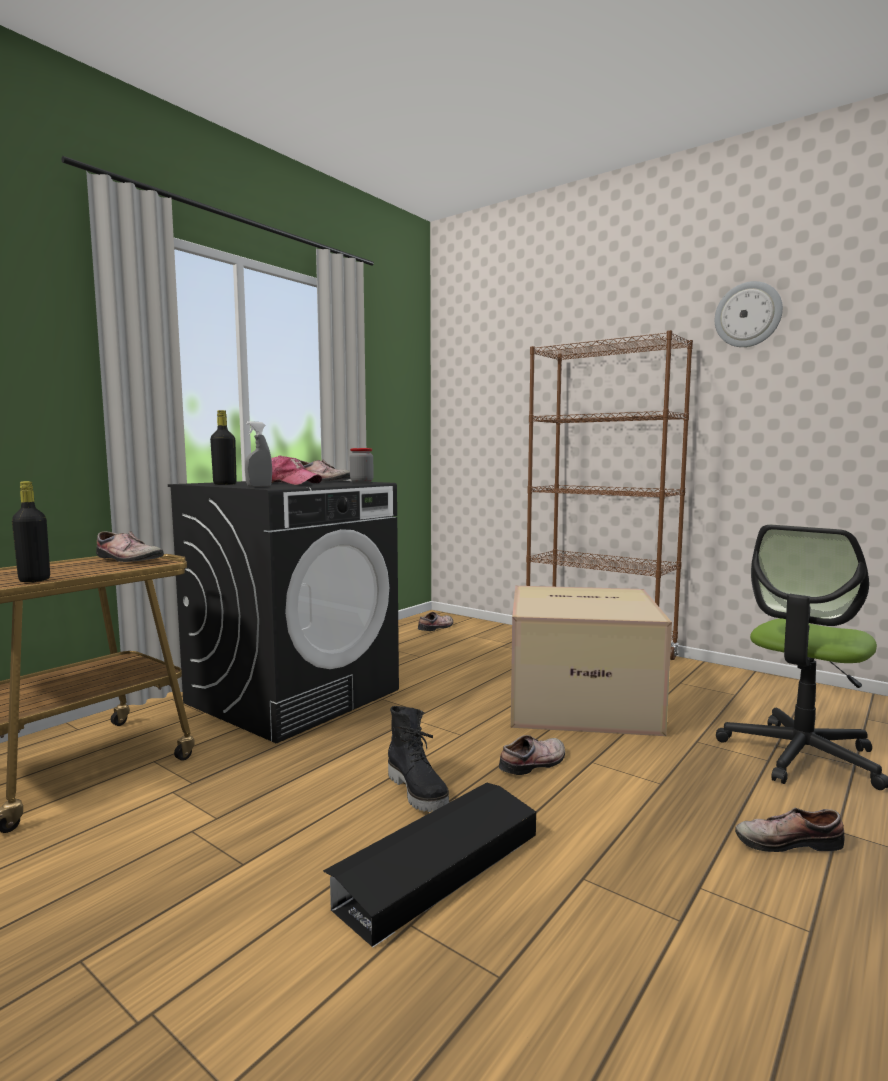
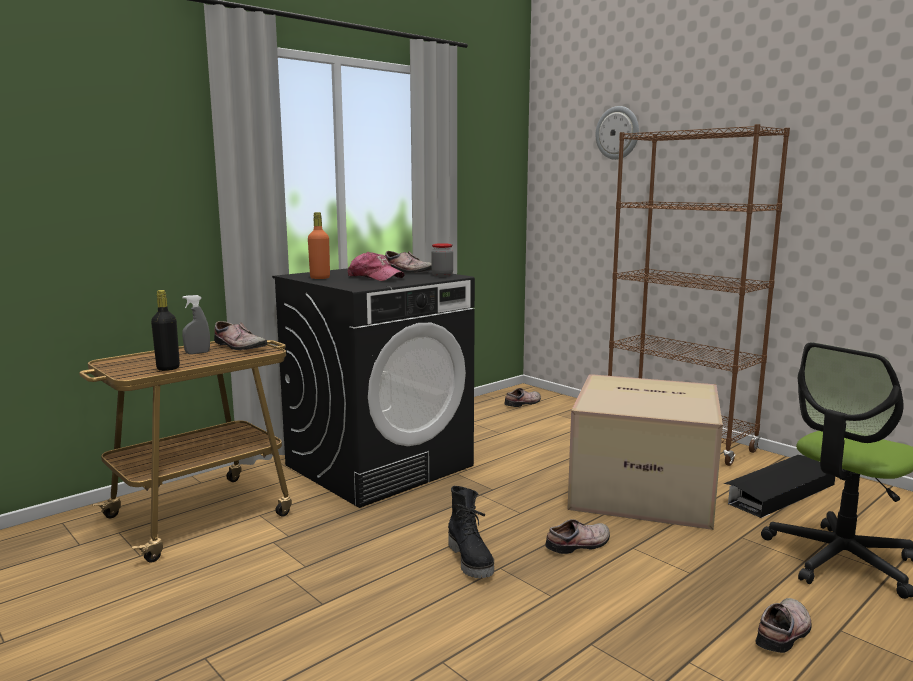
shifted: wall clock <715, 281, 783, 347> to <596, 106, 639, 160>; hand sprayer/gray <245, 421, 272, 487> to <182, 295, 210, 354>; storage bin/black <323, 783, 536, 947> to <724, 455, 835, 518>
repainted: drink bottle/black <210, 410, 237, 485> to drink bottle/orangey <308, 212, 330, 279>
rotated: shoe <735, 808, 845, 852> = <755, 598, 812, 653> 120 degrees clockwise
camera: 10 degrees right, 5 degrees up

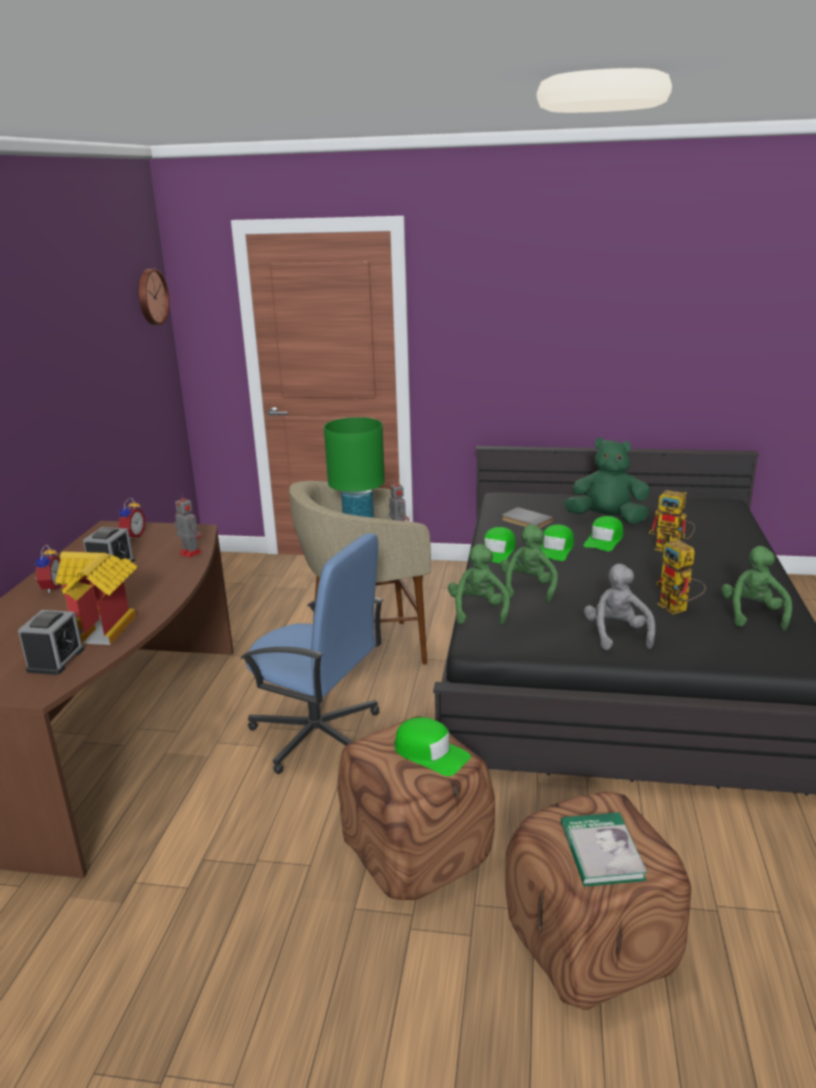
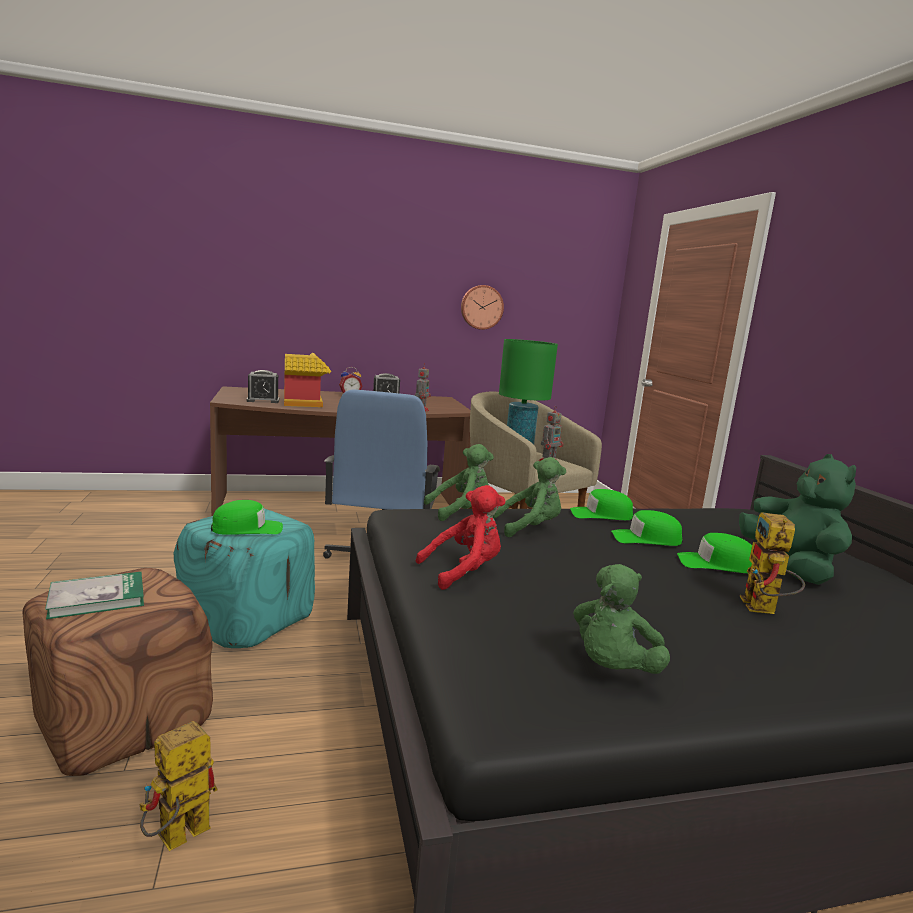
gone: bedside clock <119, 498, 145, 539>; book/gray <502, 507, 553, 528>
shifted: wall clock <139, 269, 170, 325> to <461, 285, 504, 330>; toy robot <656, 540, 706, 614> to <140, 721, 217, 851>
repainted: plush toy/gray <584, 564, 655, 650> to plush toy/red <416, 485, 506, 590>; pouffe/brownish <338, 716, 495, 900> to pouffe/turquoise-coloured <174, 509, 315, 648>
rotated: plush toy/greenish <721, 546, 792, 631> = <573, 564, 670, 674> 135 degrees clockwise; baseball cap/greenish <395, 717, 471, 776> = <211, 500, 283, 535> 120 degrees counterclockwise
camera: 65 degrees right, 10 degrees down

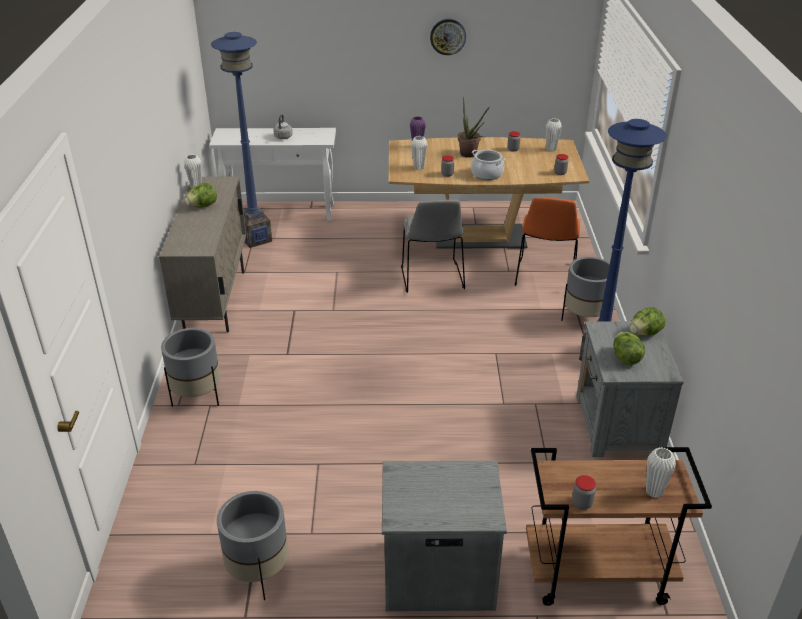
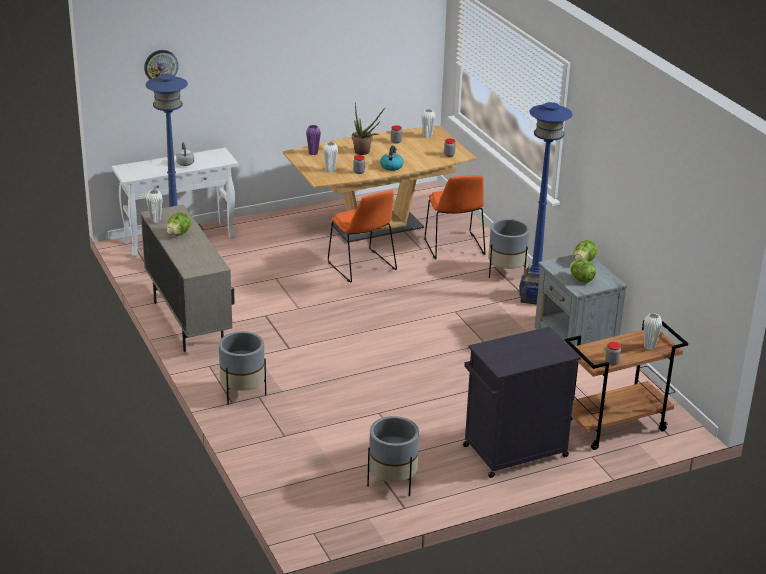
shifted: wall clock <430, 19, 466, 55> to <144, 50, 178, 79>
swapped: cooking pot <471, 150, 505, 180> to tea kettle <380, 146, 404, 171>; night table/gray <382, 461, 507, 611> to storage cabinet/black <463, 327, 581, 478>
repainted: upright chair/gray <401, 200, 465, 293> to upright chair/orangey <328, 190, 397, 282>
camera: 25 degrees left, 5 degrees down

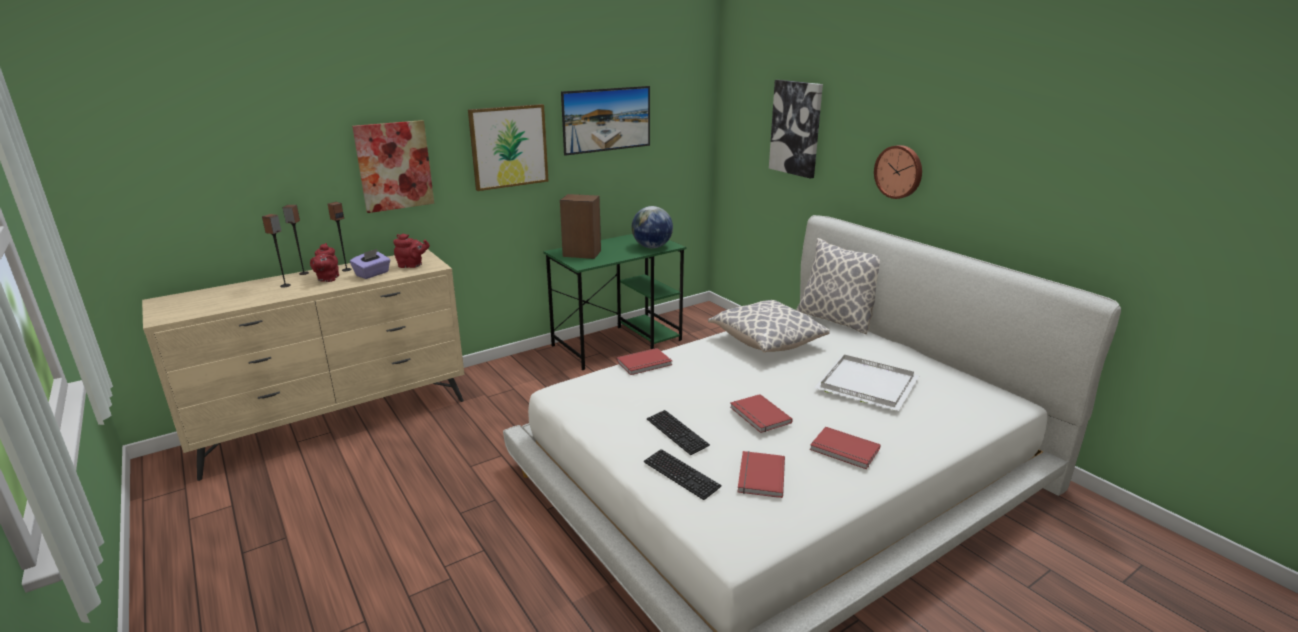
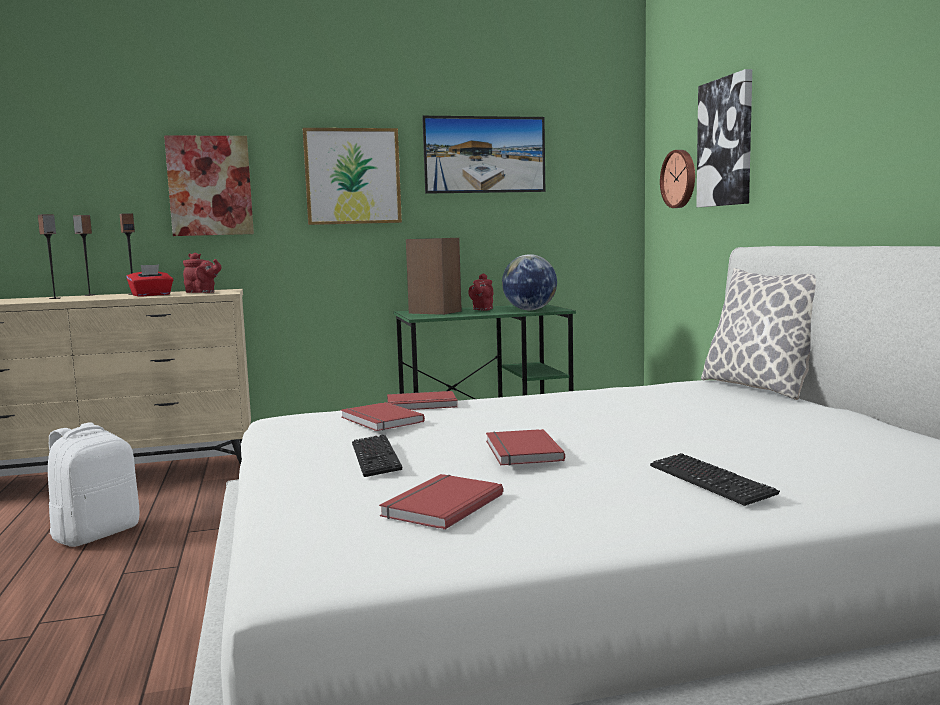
gone: cushion <708, 300, 830, 353>; tray/whitish <814, 355, 919, 411>
new: knapsack/whitish <48, 422, 139, 547>
shifted: wall clock <874, 145, 922, 199> to <660, 150, 695, 208>; pot for tea/red <310, 243, 339, 282> to <468, 274, 493, 311>; book/red <810, 427, 881, 469> to <341, 402, 425, 431>; computer keyboard <644, 449, 722, 500> to <650, 453, 780, 506>
repainted: tissue box/purple <350, 249, 391, 279> to tissue box/red <126, 264, 173, 296>
camera: 20 degrees right, 15 degrees down

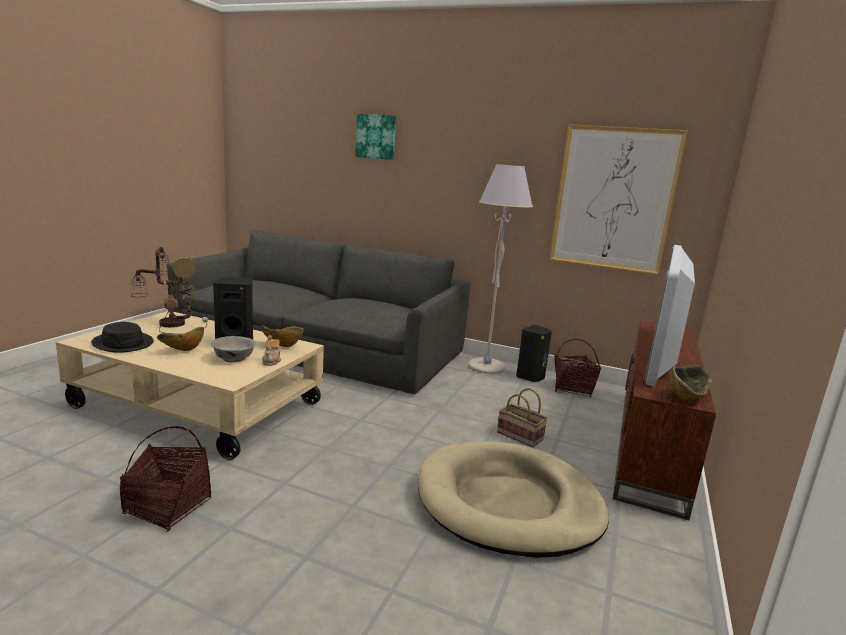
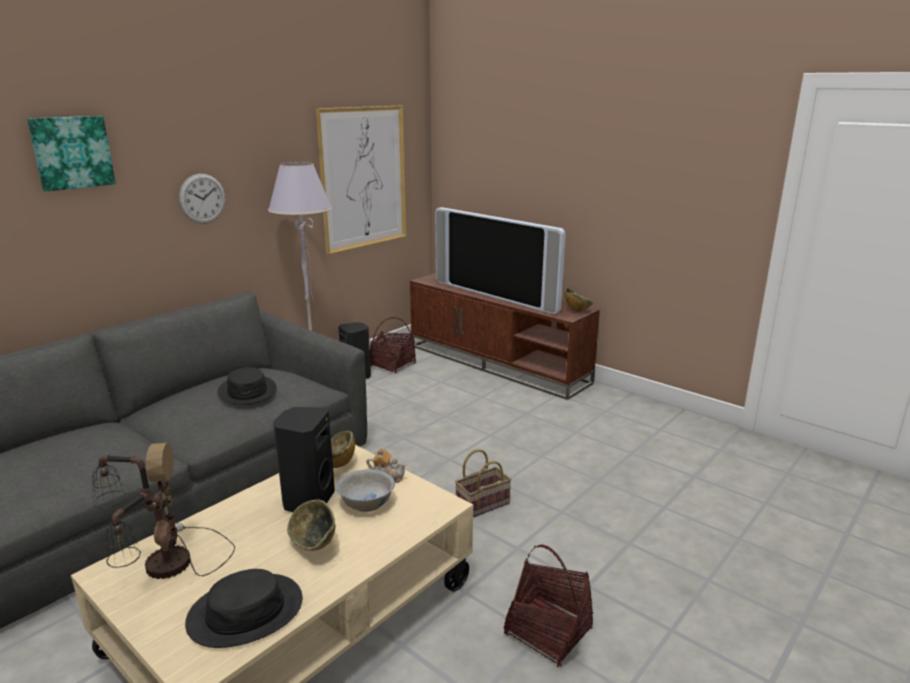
gone: dog cushion/sand-coloured <418, 441, 609, 558>
new: wall clock <179, 174, 225, 224>; wearable hat/black <217, 367, 277, 405>
shifted: household basket <497, 388, 548, 447> to <455, 449, 512, 517>
camera: 70 degrees left, 5 degrees up

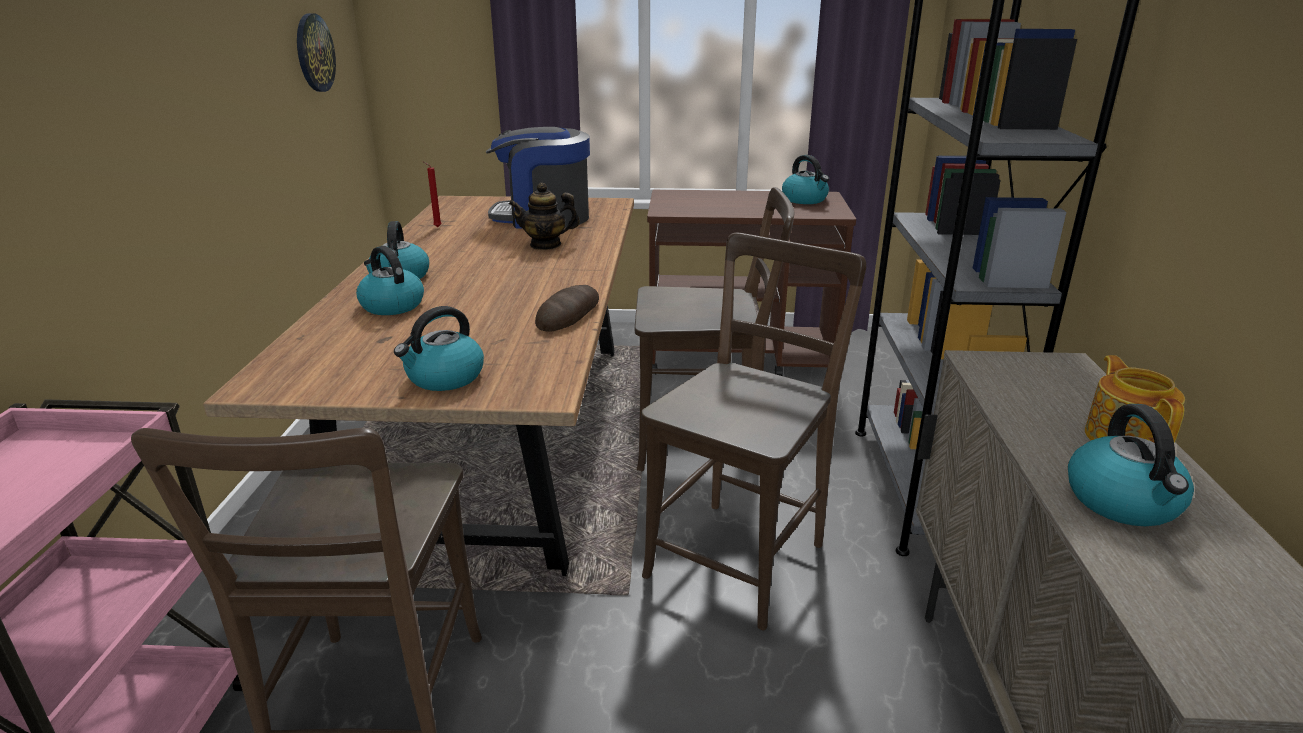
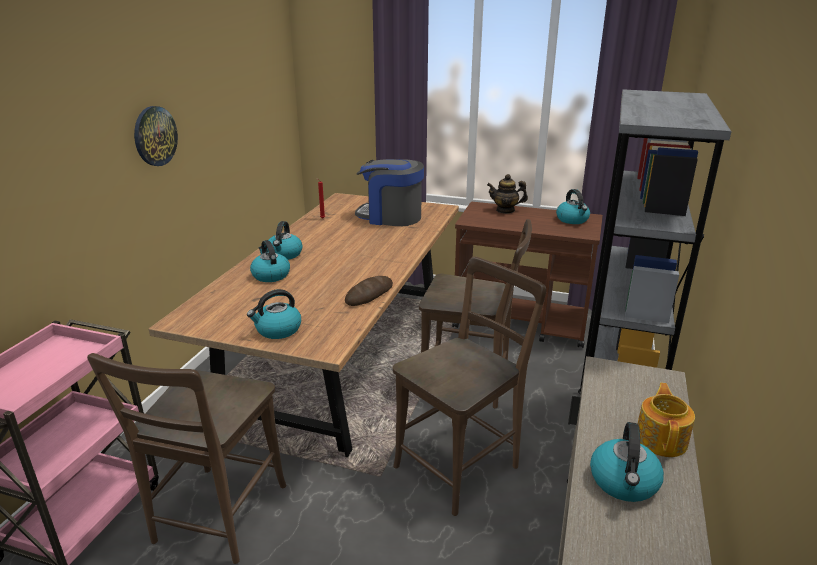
shifted: wall clock <297, 13, 336, 92> to <134, 106, 178, 166>; pot for tea <509, 183, 580, 250> to <487, 174, 528, 214>
camera: 15 degrees right, 0 degrees up

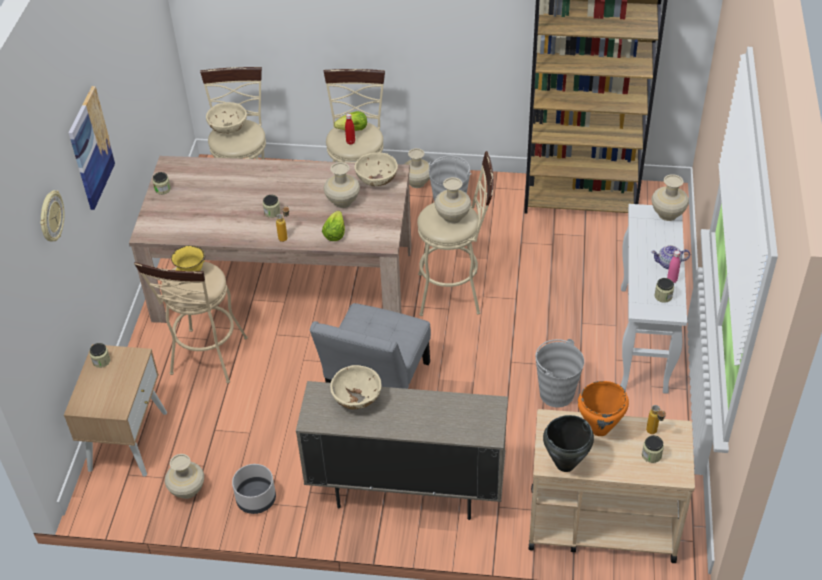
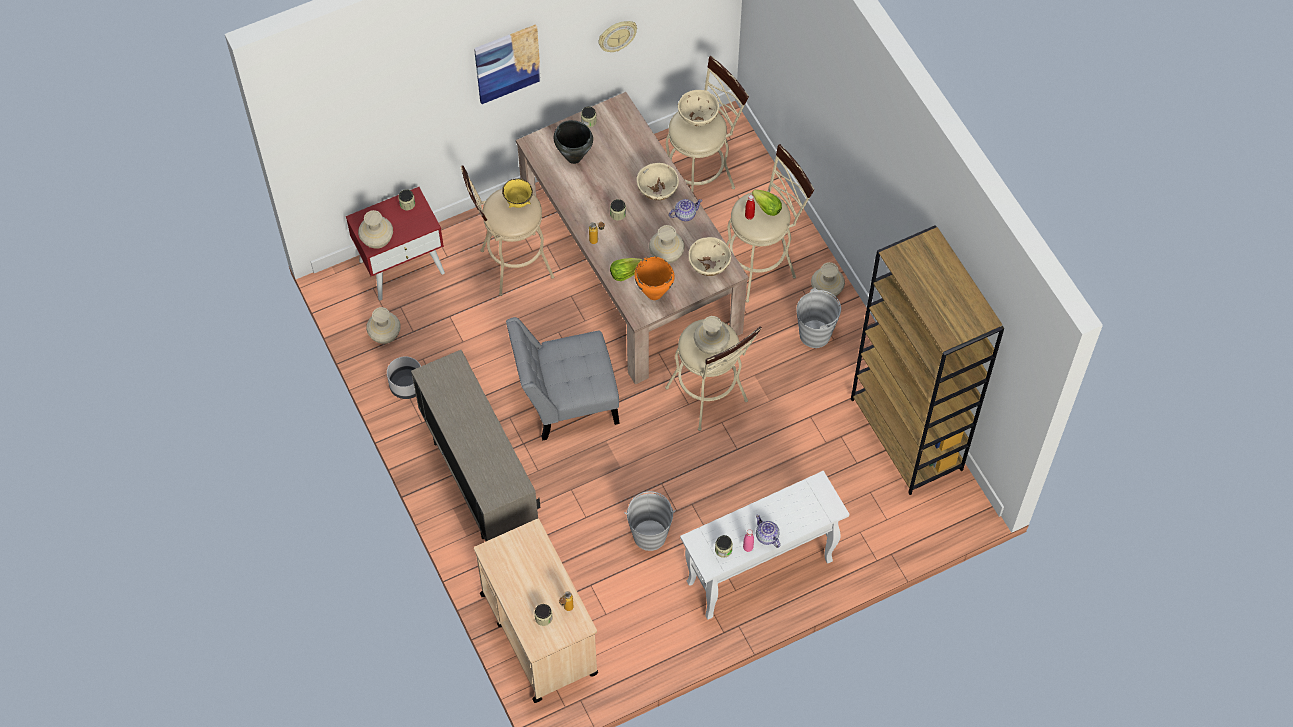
new: pot for tea <669, 199, 702, 221>
shifted: decorative vase/sand-coloured <652, 174, 689, 221> to <358, 210, 393, 249>; wall clock <40, 190, 64, 241> to <598, 21, 637, 52>; serving bowl/sand-coloured <330, 365, 381, 410> to <637, 163, 679, 200>; cooking pot/orangey <578, 381, 629, 436> to <634, 256, 675, 300>; cooking pot/black <543, 415, 594, 472> to <554, 120, 593, 164>
repainted: night table/sand-coloured <64, 344, 167, 477> to night table/red <346, 187, 445, 300>
camera: 55 degrees right, 15 degrees up

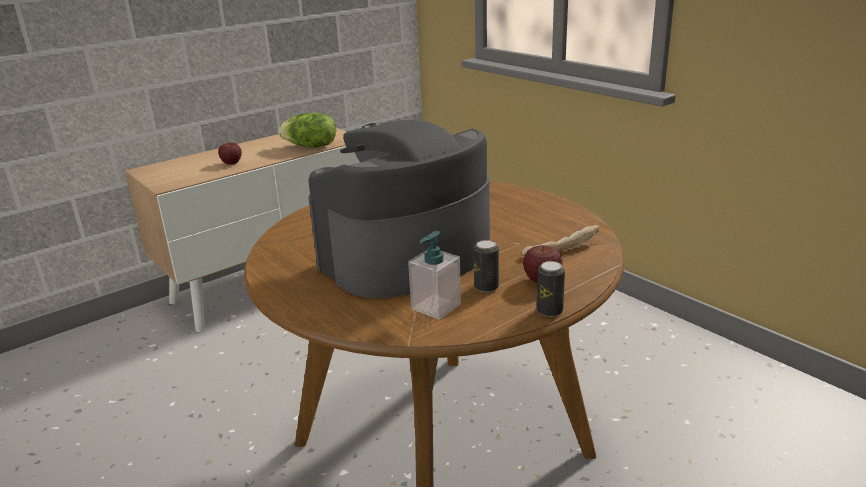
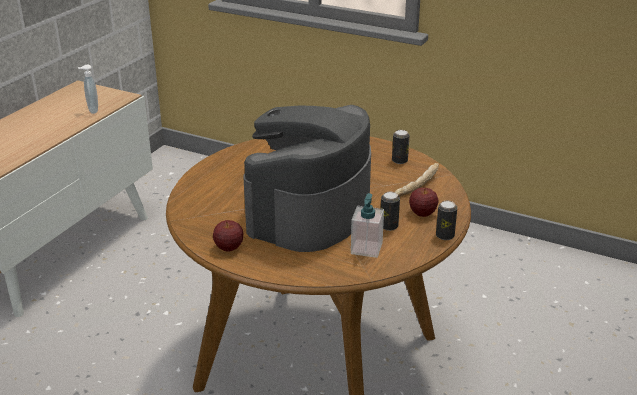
new: can <392, 130, 410, 164>
shifted: whole apple <218, 141, 242, 165> to <213, 220, 243, 251>
swapped: head of lettuce <278, 113, 336, 147> to soap bottle <78, 65, 98, 114>
camera: 25 degrees left, 5 degrees up

